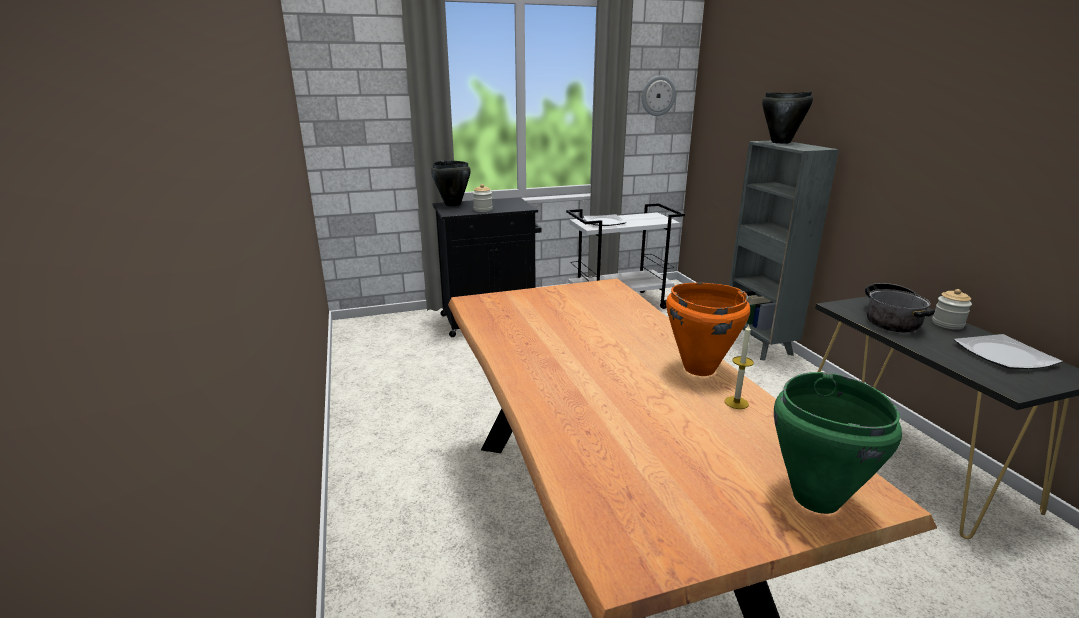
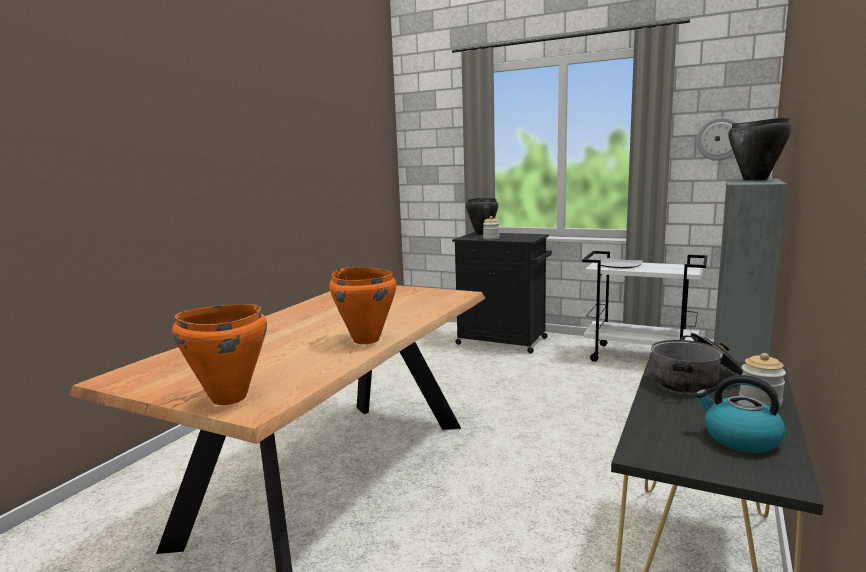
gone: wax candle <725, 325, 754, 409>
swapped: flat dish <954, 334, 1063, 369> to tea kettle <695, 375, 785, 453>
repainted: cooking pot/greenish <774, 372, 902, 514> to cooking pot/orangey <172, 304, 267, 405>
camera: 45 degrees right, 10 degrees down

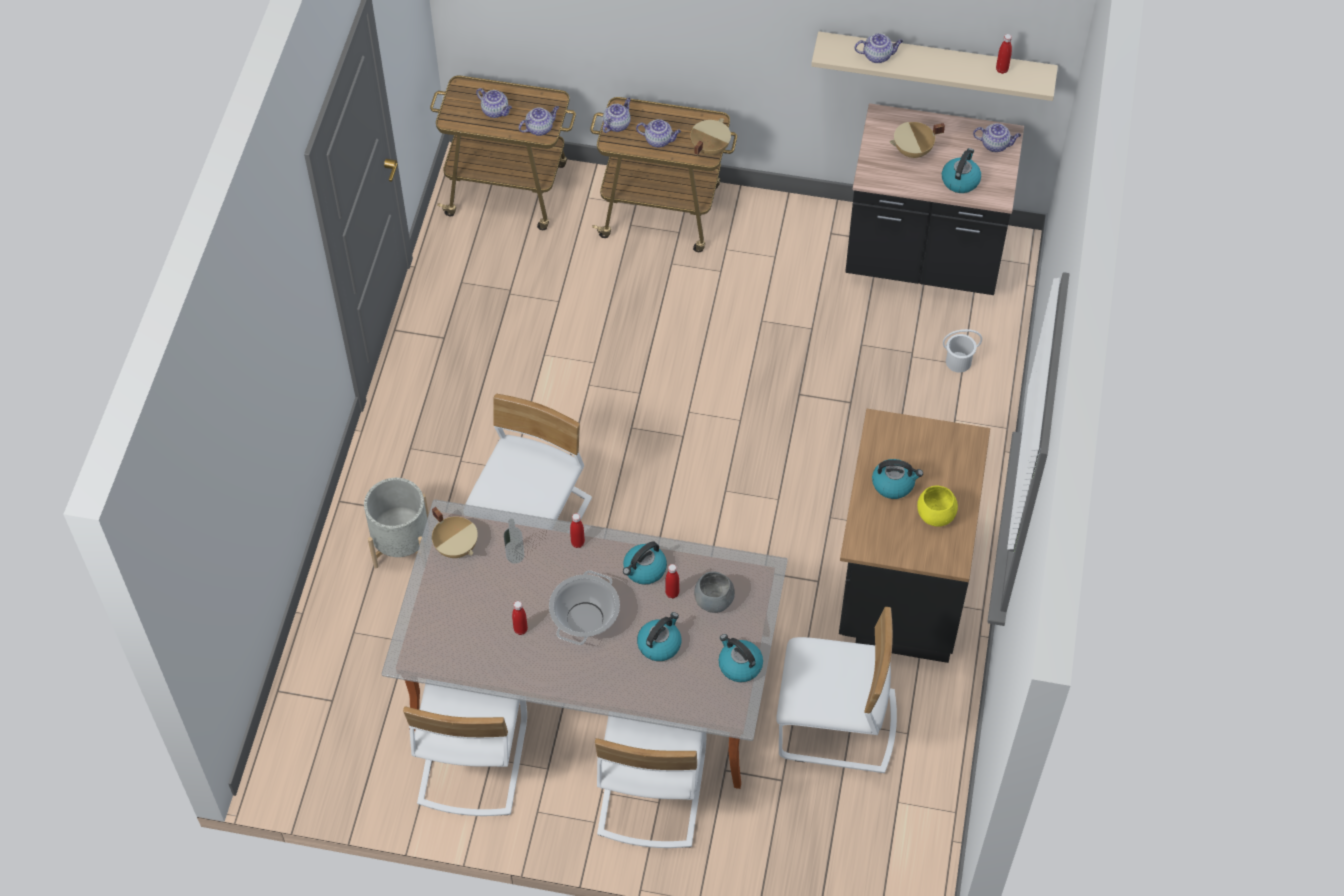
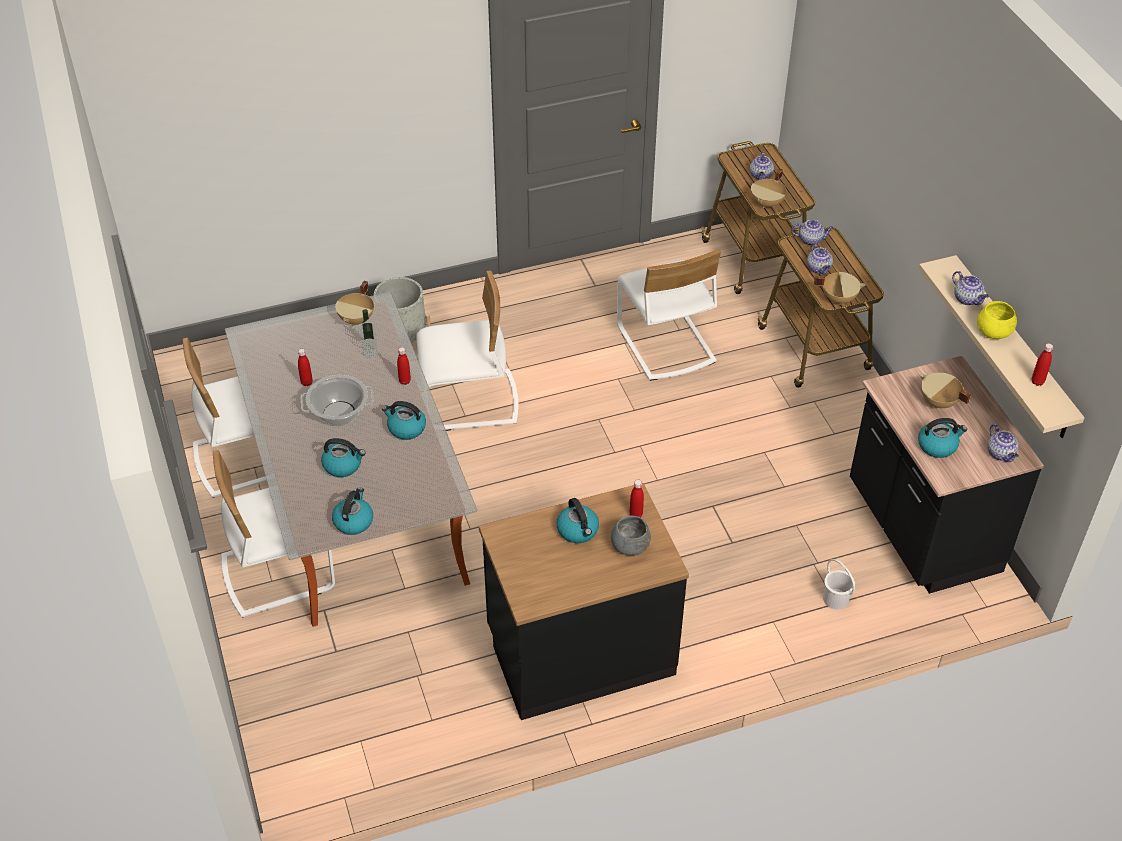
shifted: serving bowl/yellow-coloured <917, 486, 958, 527> to <977, 301, 1017, 339>; drink bottle/red <665, 564, 679, 598> to <630, 480, 644, 518>; serving bowl/gray <694, 571, 735, 613> to <611, 516, 651, 556>; upright chair/whitish <776, 607, 897, 773> to <617, 249, 721, 381>
swapped: pot for tea <519, 106, 559, 136> to cooking pot/sand-coloured <751, 169, 787, 208>
camera: 60 degrees right, 10 degrees down

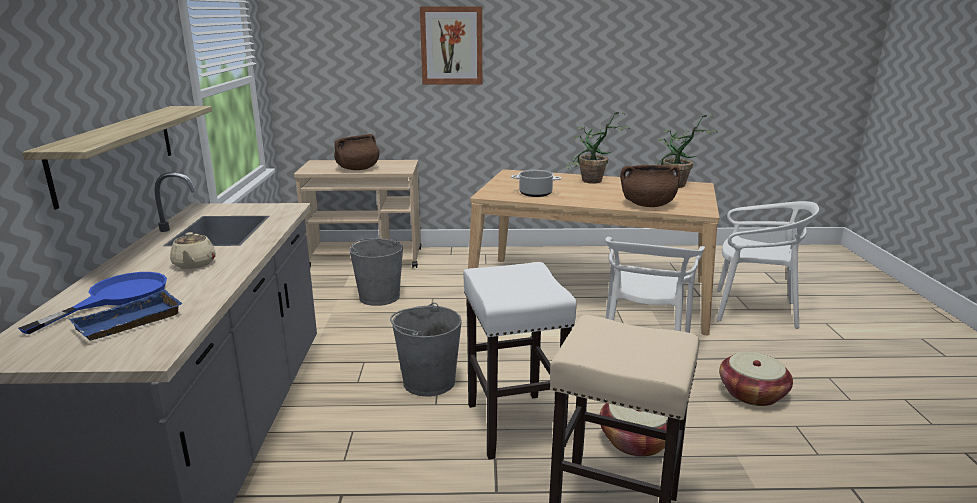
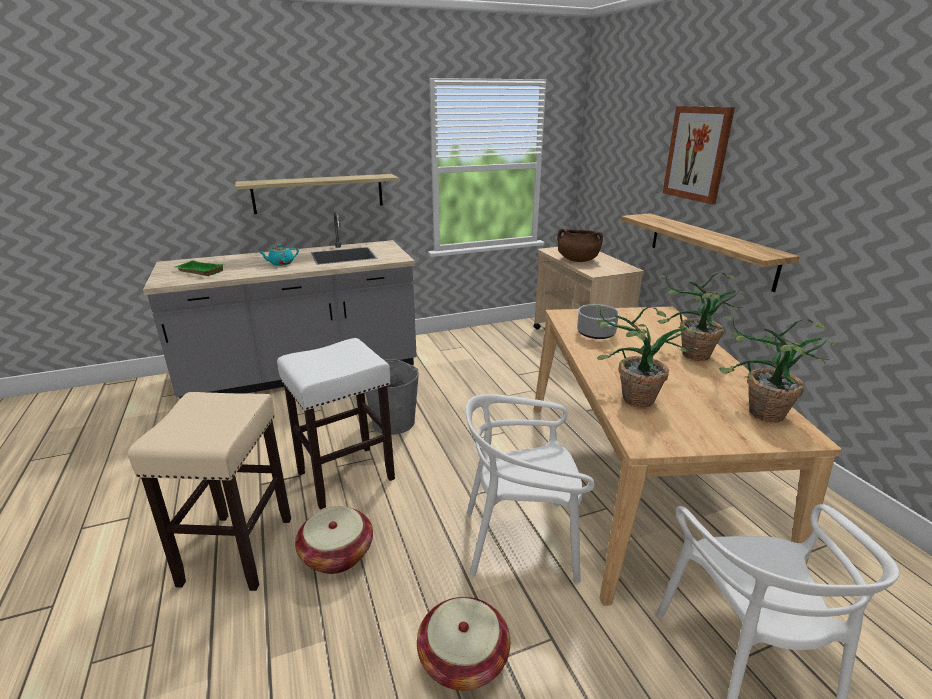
gone: pail/gray <349, 238, 403, 306>; frying pan/blue-coloured <18, 272, 167, 334>
new: wall shelf <621, 213, 800, 292>
swapped: cooking pot/brownish <620, 165, 680, 207> to plant in a pot <592, 305, 699, 408>
repainted: pot for tea/sand-coloured <170, 232, 216, 269> to pot for tea/turquoise-coloured <259, 244, 299, 266>; tray/blue-coloured <69, 289, 183, 341> to tray/greenish <175, 260, 224, 276>
camera: 70 degrees right, 5 degrees up

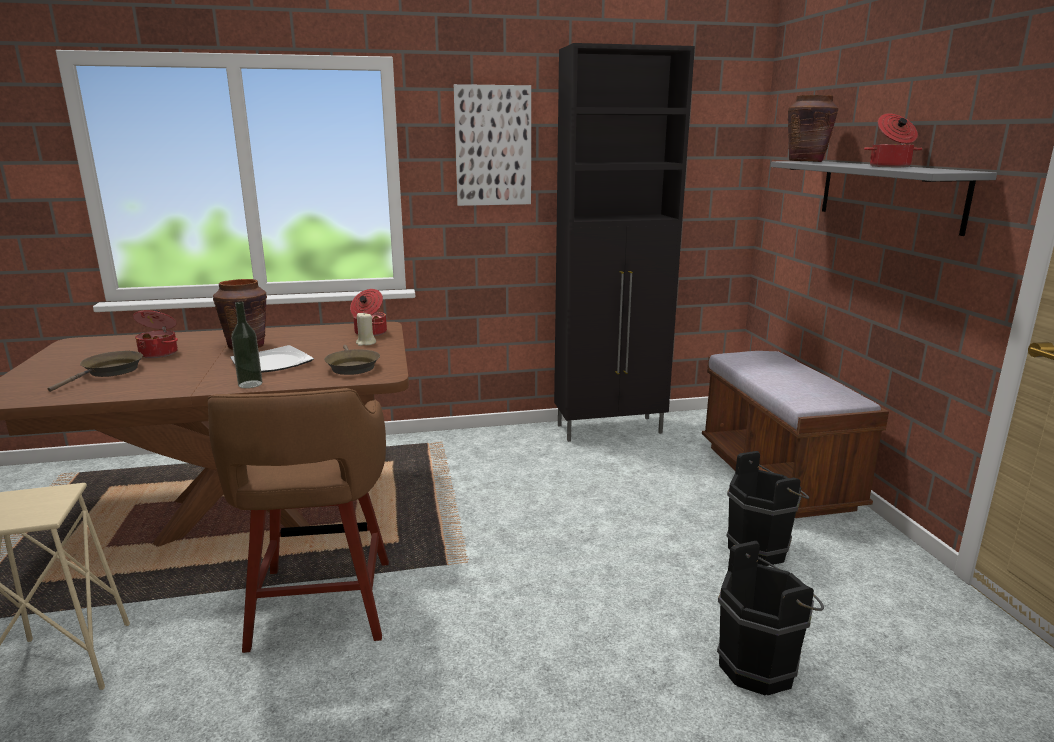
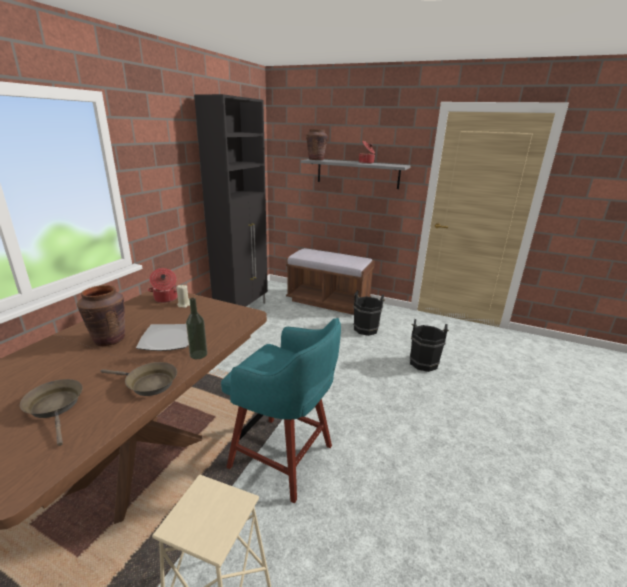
gone: wall picture <454, 84, 531, 206>; cooking pot <133, 310, 178, 358>
shifted: frying pan/brownish <324, 345, 380, 375> to <100, 362, 177, 396>
repainted: stool seat/brownish <208, 388, 389, 653> to stool seat/turquoise-coloured <221, 318, 341, 503>
camera: 55 degrees left, 5 degrees up

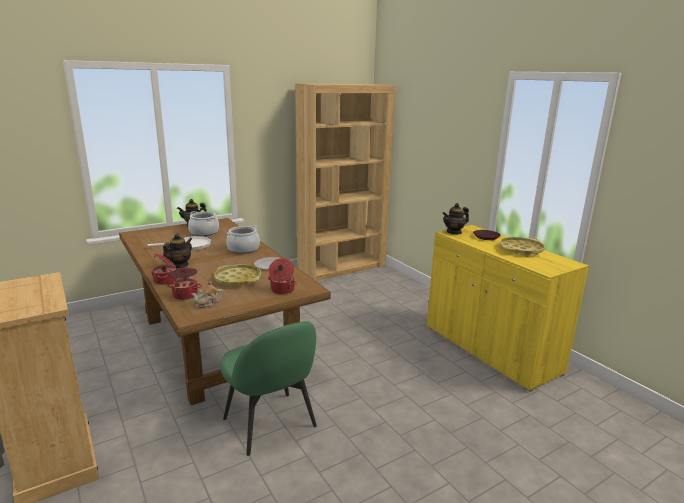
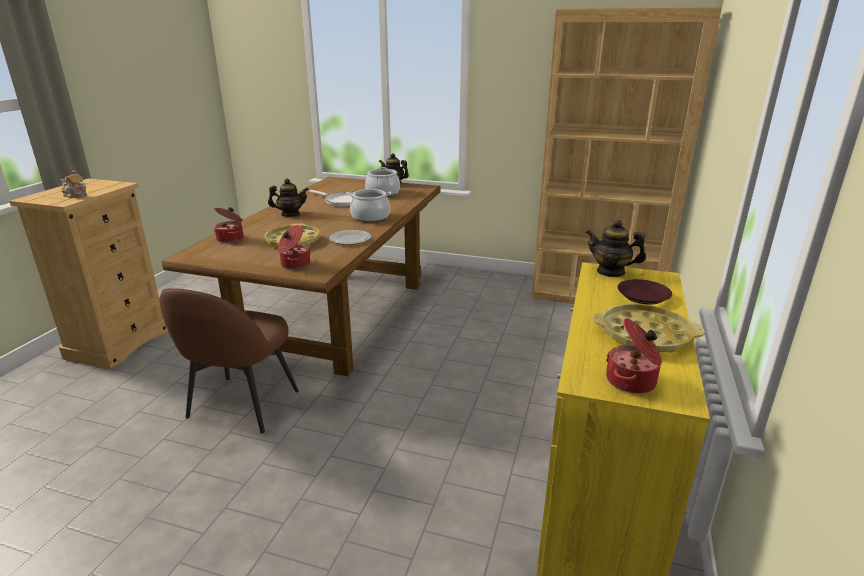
shifted: cooking pot <151, 253, 177, 285> to <606, 318, 662, 394>; pot for tea <191, 281, 224, 308> to <60, 170, 87, 198>
repainted: upright chair/greenish <220, 321, 317, 456> to upright chair/brownish <160, 288, 299, 433>
camera: 50 degrees right, 5 degrees up

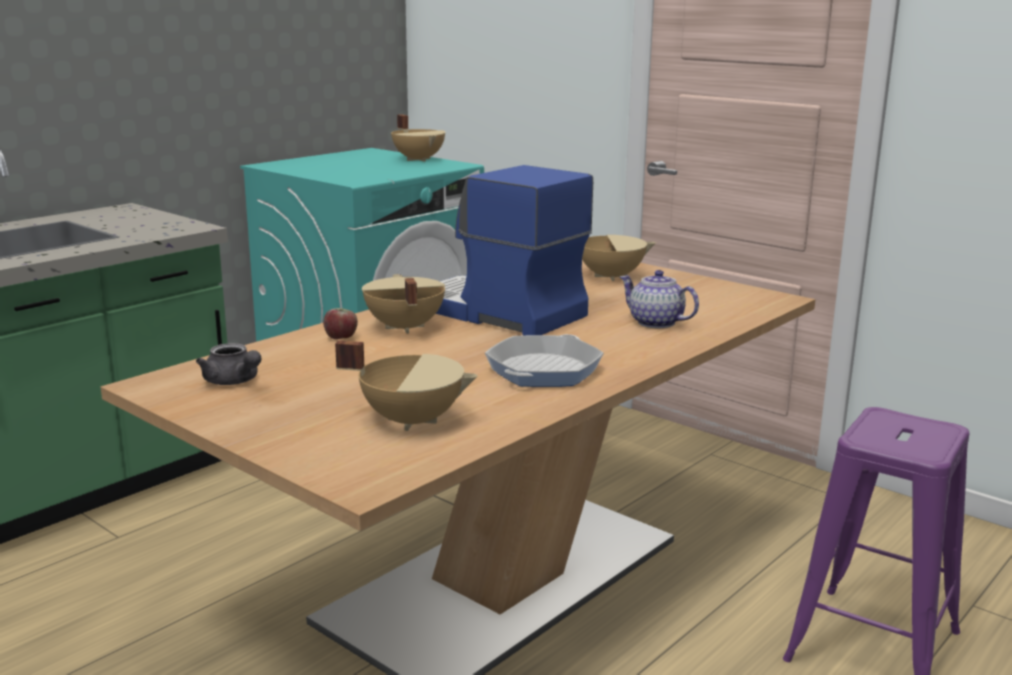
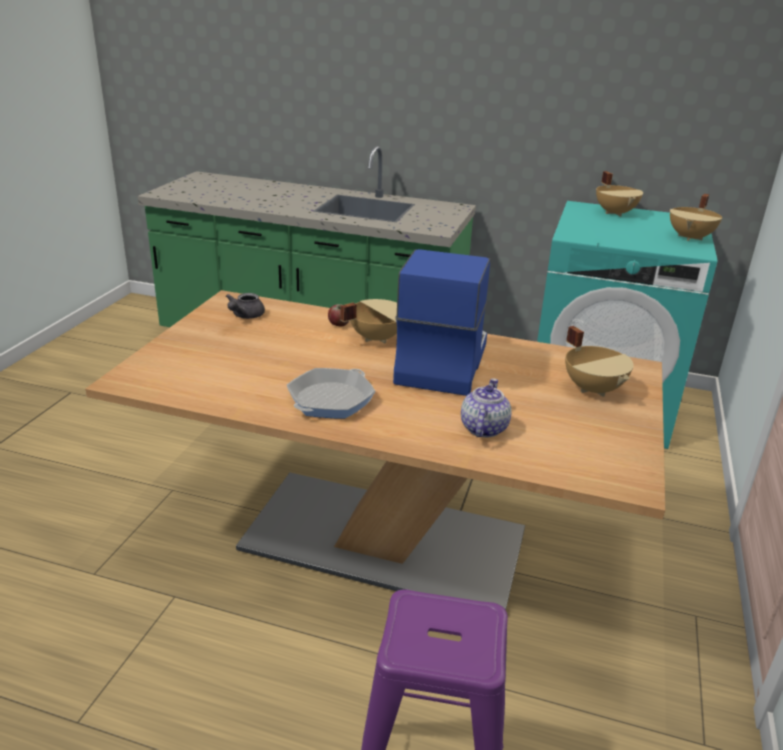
shifted: cooking pot/sand-coloured <335, 340, 478, 431> to <596, 171, 643, 216>
rotated: frying pan <485, 334, 604, 387> = <287, 368, 375, 418> 60 degrees counterclockwise
camera: 65 degrees right, 10 degrees up

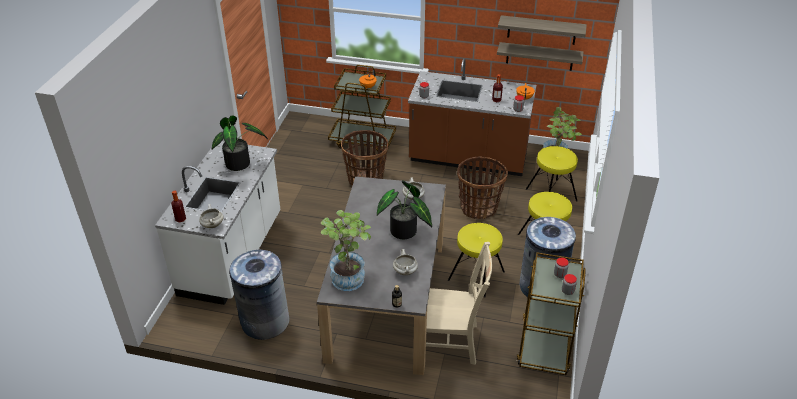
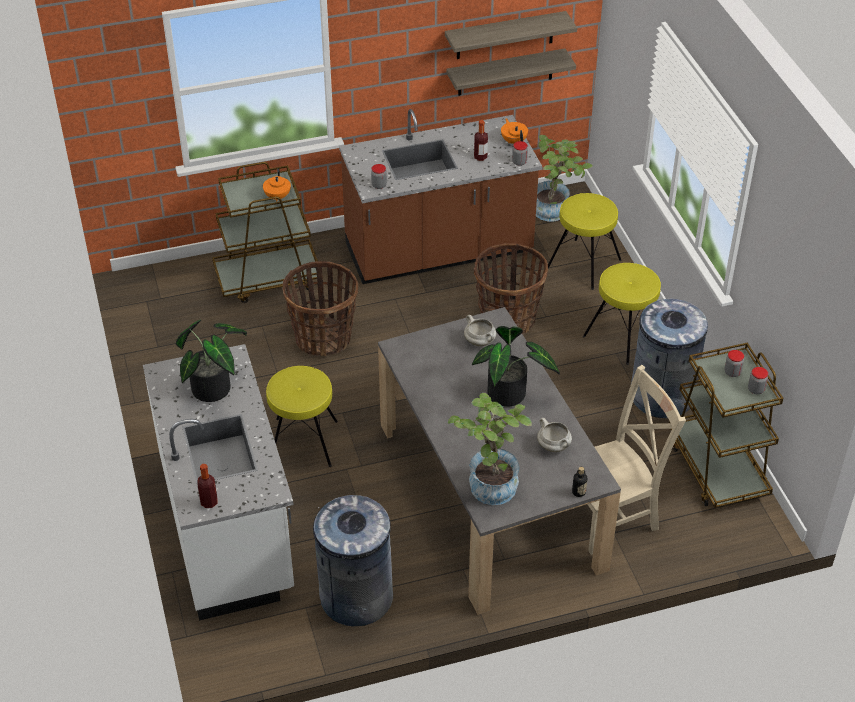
gone: cooking pot/whitish <199, 204, 224, 228>
shifted: stool seat/yellow-coloured <448, 223, 505, 298> to <266, 366, 338, 467>
camera: 30 degrees left, 5 degrees up

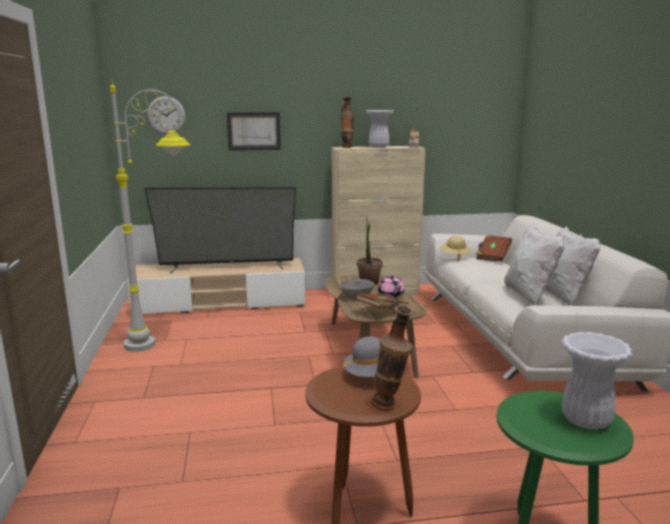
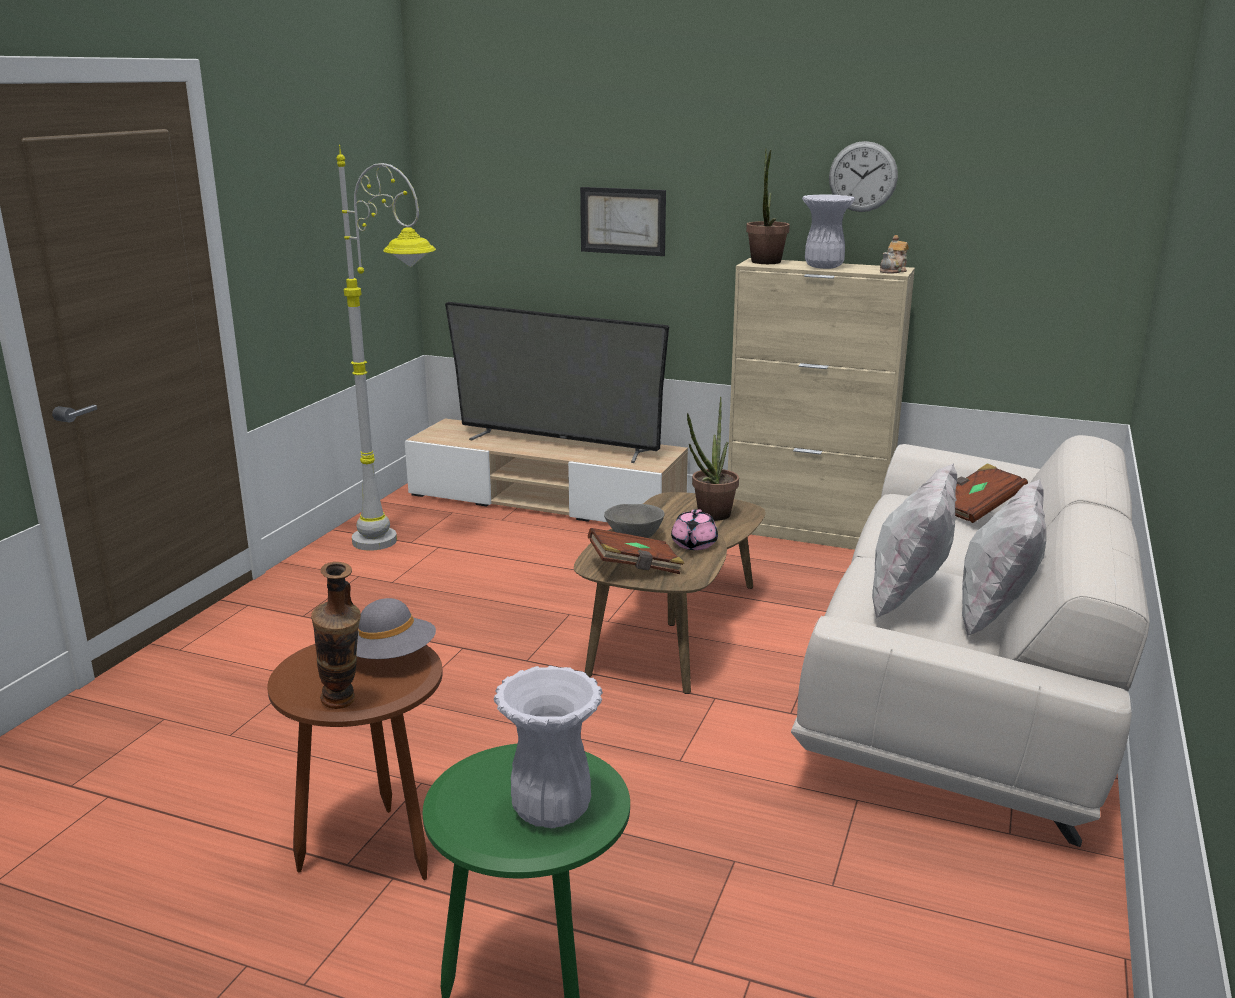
gone: wearable hat/sand-coloured <440, 235, 471, 261>
shifted: wall clock <147, 96, 186, 134> to <829, 141, 898, 212>
swapped: decorative vase <340, 97, 355, 148> to plant in a pot <746, 148, 790, 264>
camera: 30 degrees right, 5 degrees up

